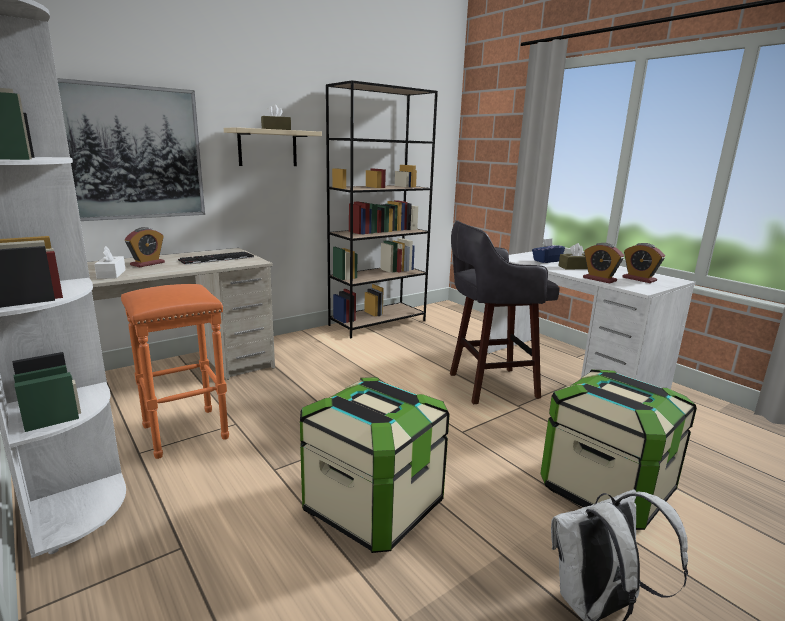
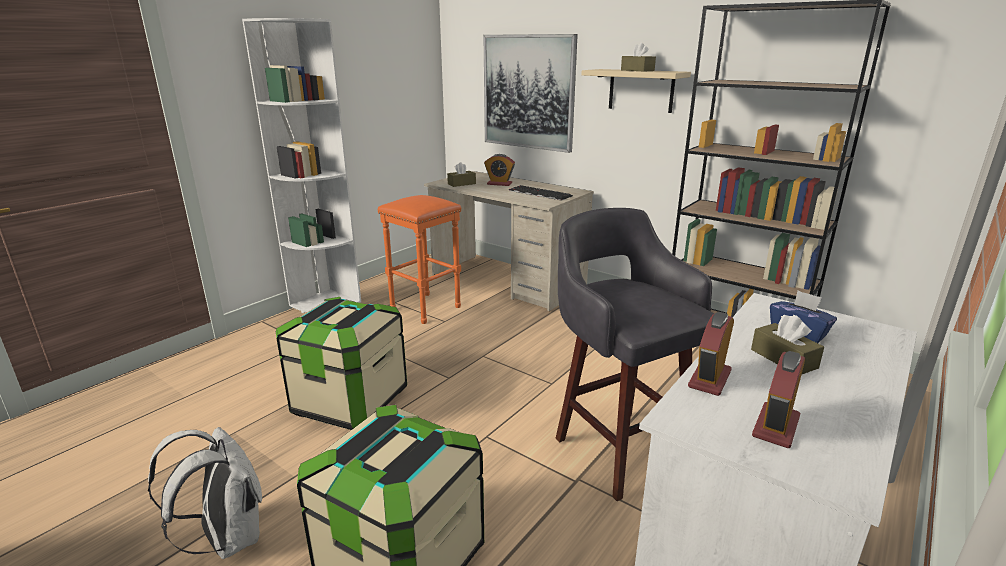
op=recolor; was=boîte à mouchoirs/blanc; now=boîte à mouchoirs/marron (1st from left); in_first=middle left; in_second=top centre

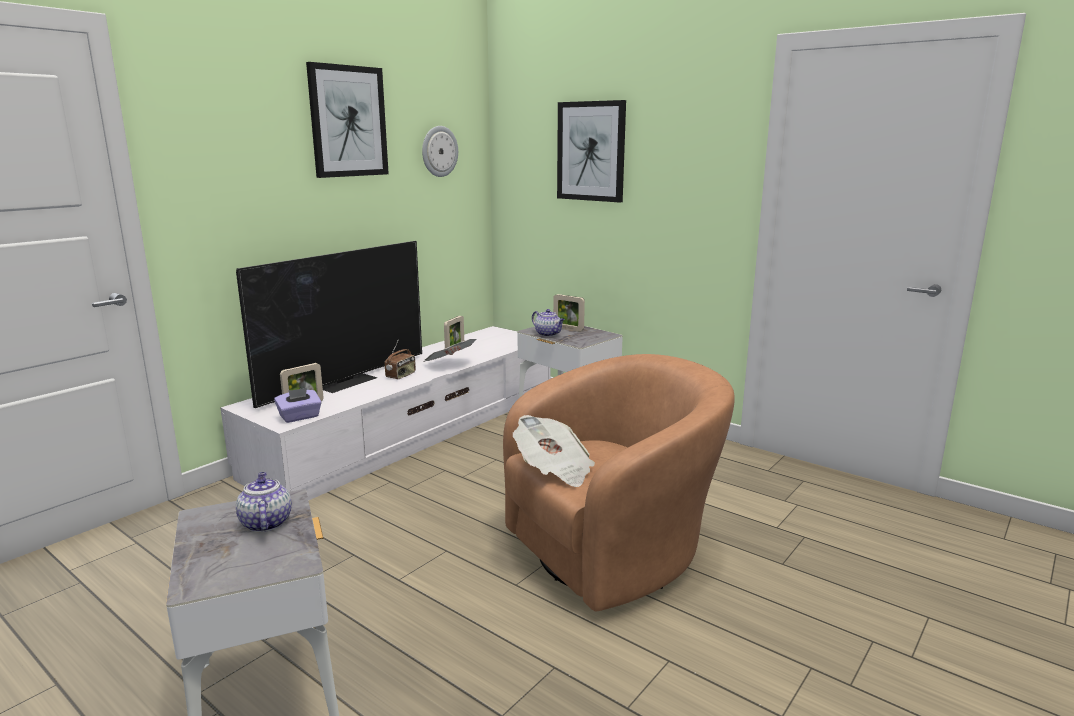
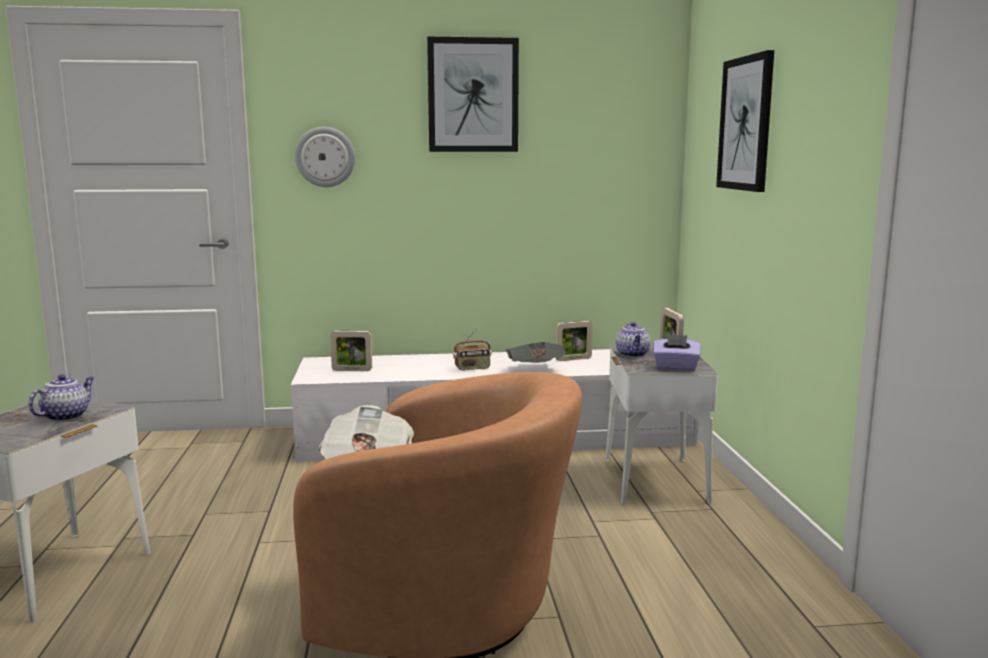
op=move; was=horloge murale; in_first=top centre; in_second=top left
op=move; was=boîte à mouchoirs/violet; in_first=middle left; in_second=middle right
op=delete; was=téléviseur; in_first=middle left

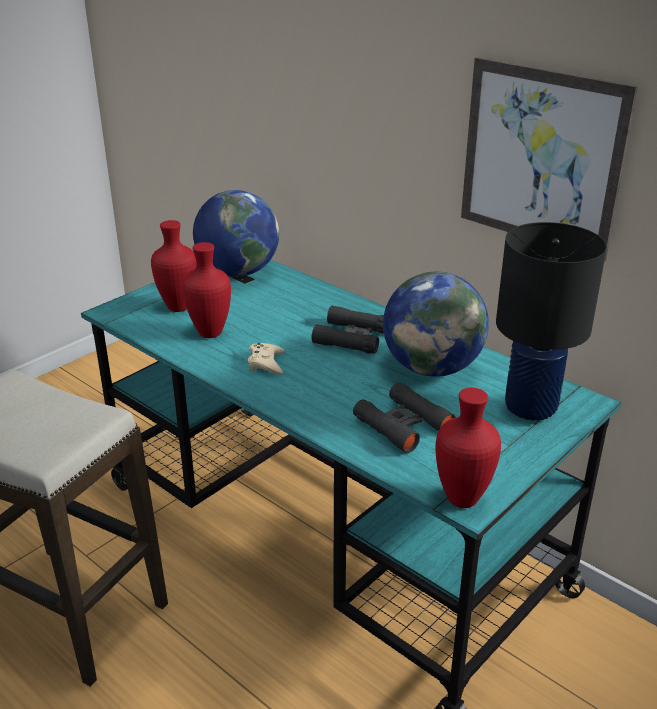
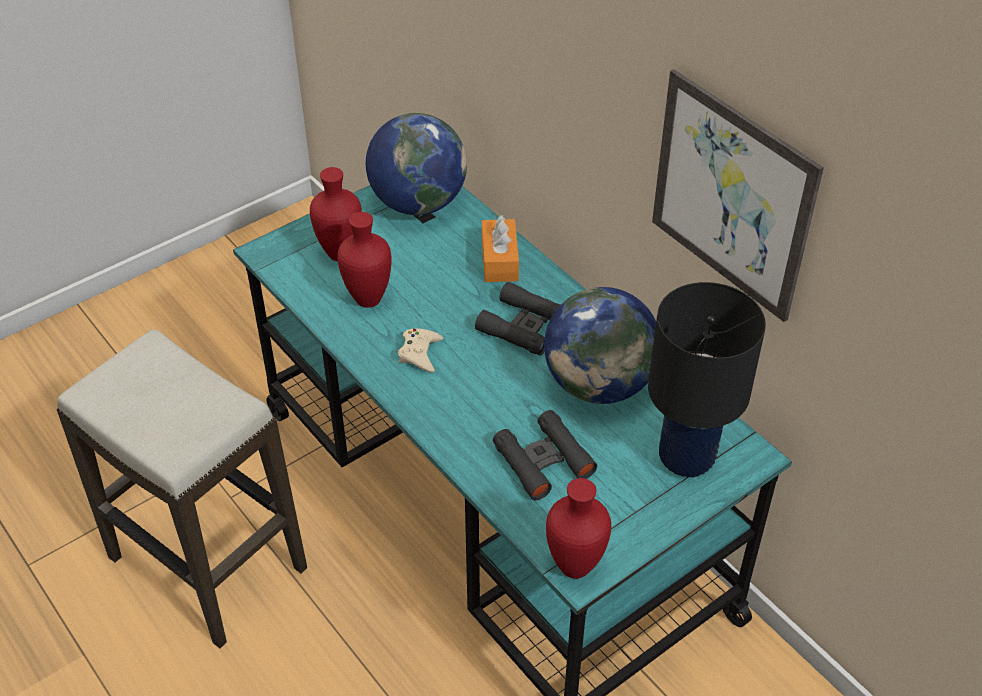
op=insert; now=boîte à mouchoirs/orange; in_second=centre

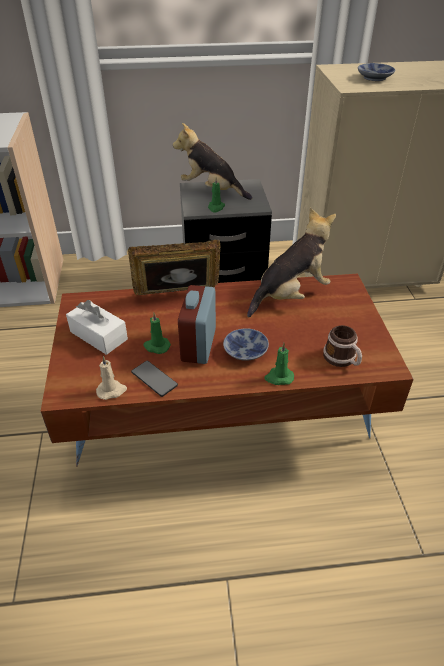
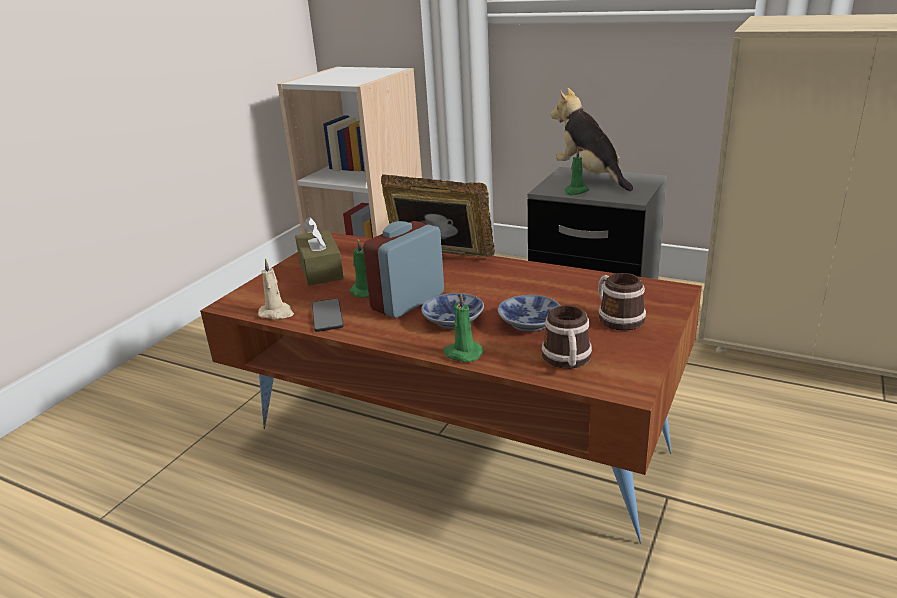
op=recolor; was=boîte à mouchoirs/blanc; now=boîte à mouchoirs/marron; in_first=middle left; in_second=centre
op=move; was=bol (2nd from left); in_first=top right; in_second=centre
op=insert; now=mug (2nd from left); in_second=middle right
op=delete; was=peluche (2nd from left); in_first=centre

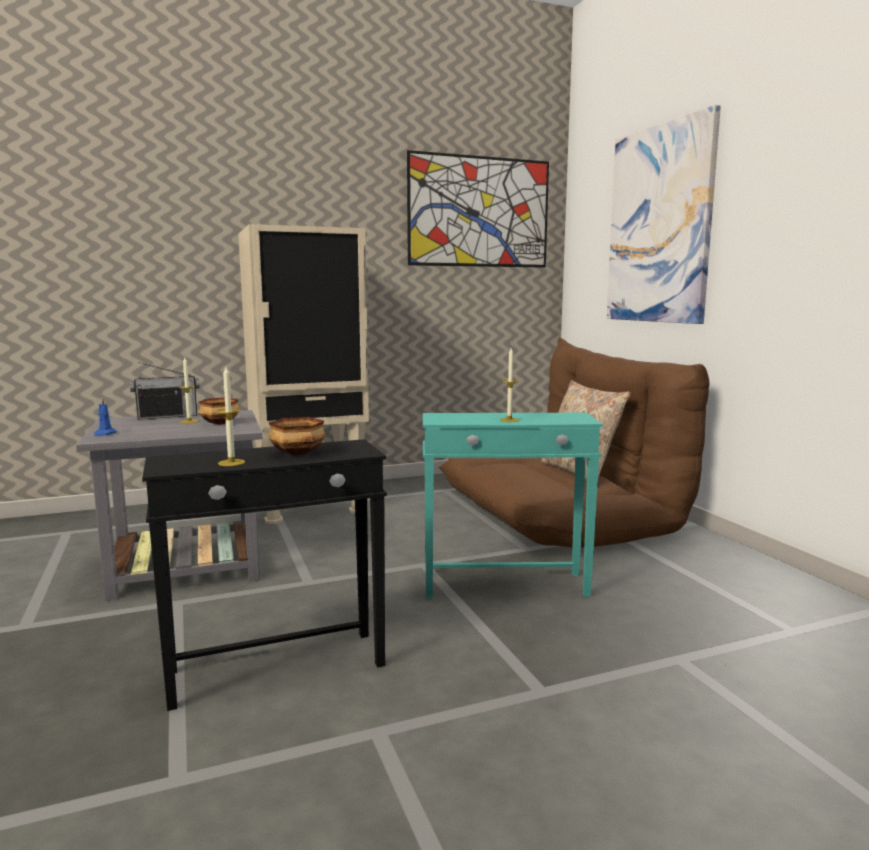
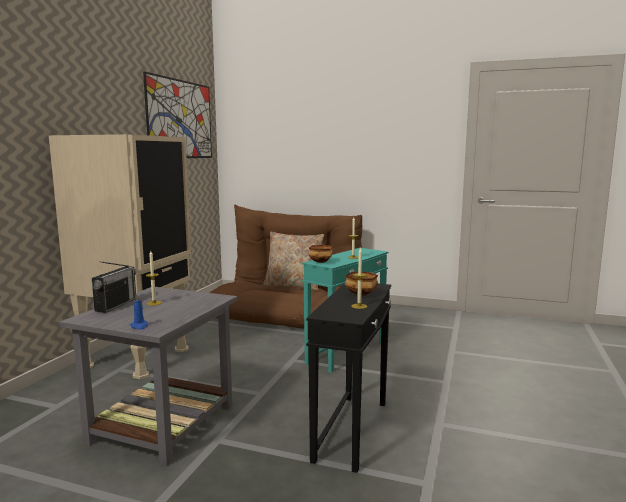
op=move; was=bol (1st from left); in_first=middle left; in_second=centre
op=delete; was=tableau (2nd from left); in_first=top right

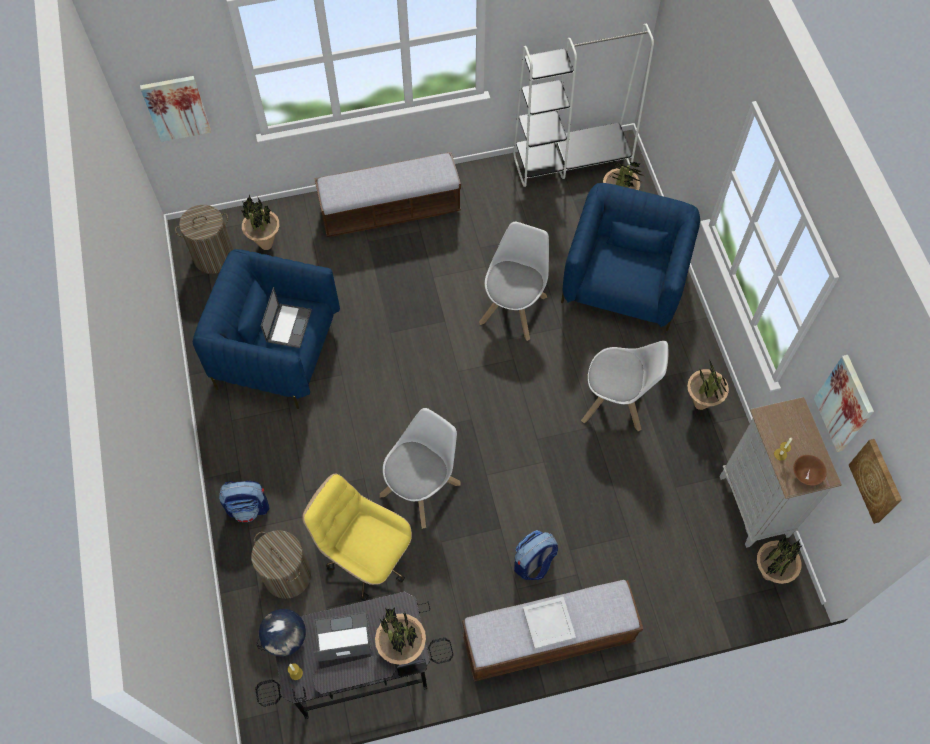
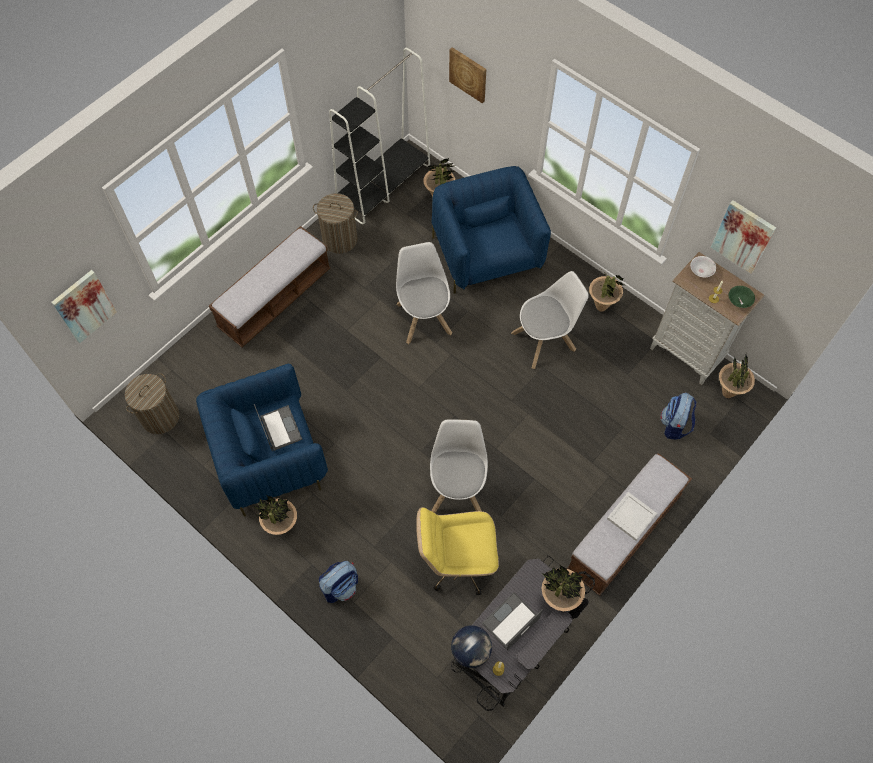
op=move; was=plante en pot (1st from left); in_first=top left; in_second=bottom left
op=move; was=panier à linge (2nd from left); in_first=bottom left; in_second=top centre
op=move; was=tableau (3rd from left in the first image); now=tableau (2nd from left); in_first=middle right; in_second=top centre
op=move; was=sac à dos (2nd from left); in_first=bottom centre; in_second=middle right
op=insert; now=bol/blanc; in_second=middle right
op=recolor; was=bol/marron; now=bol/vert; in_first=middle right; in_second=middle right

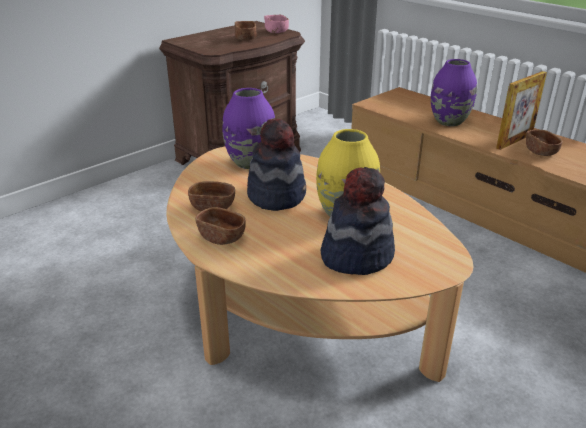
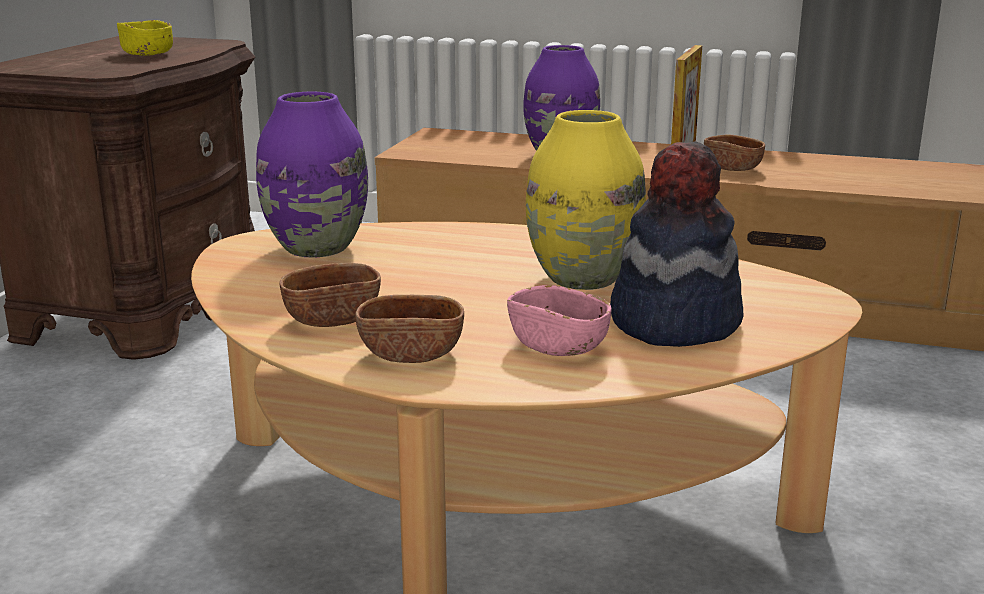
op=recolor; was=bol/marron (3rd from left); now=bol/jaune; in_first=top centre; in_second=top left
op=move; was=bol/rose; in_first=top centre; in_second=centre
op=delete; was=chapeau (1st from left); in_first=centre

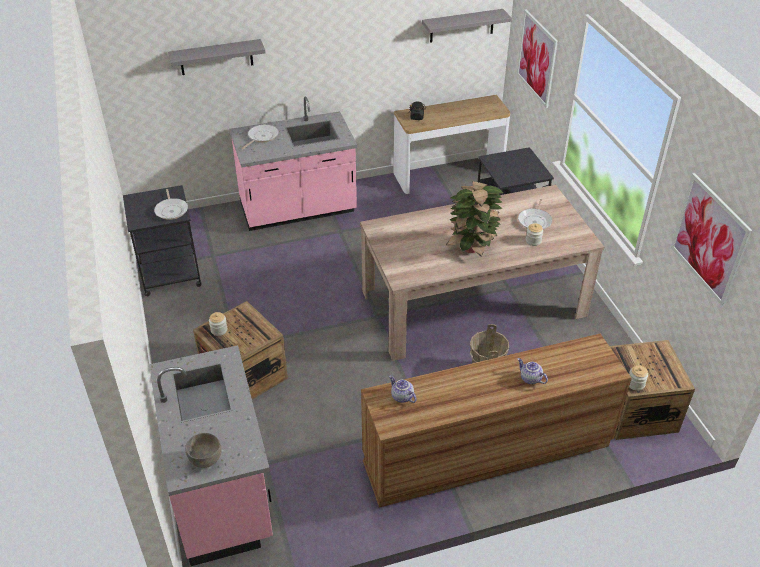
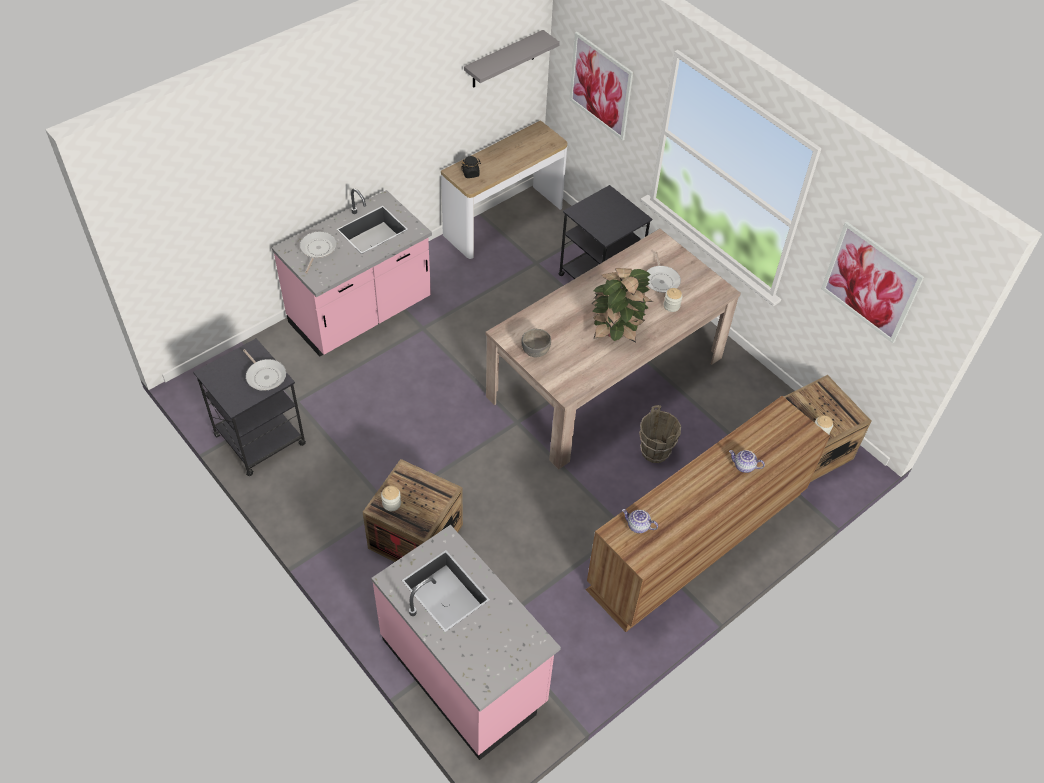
op=move; was=bol/gris; in_first=bottom left; in_second=centre
op=delete; was=étagère/gris (1st from left); in_first=top left

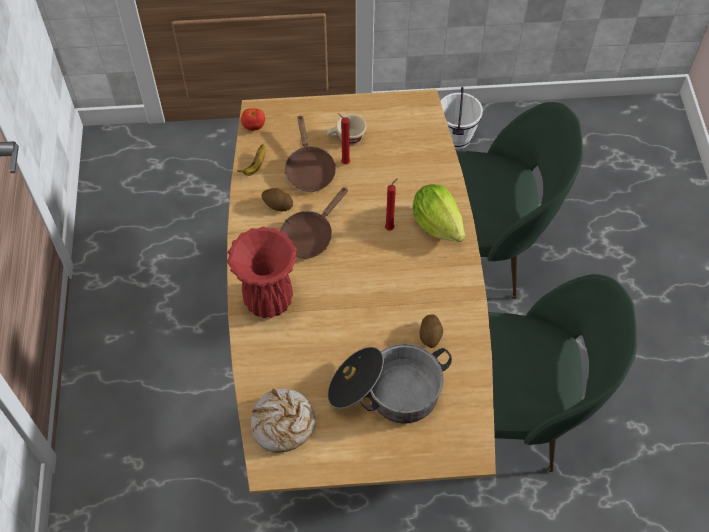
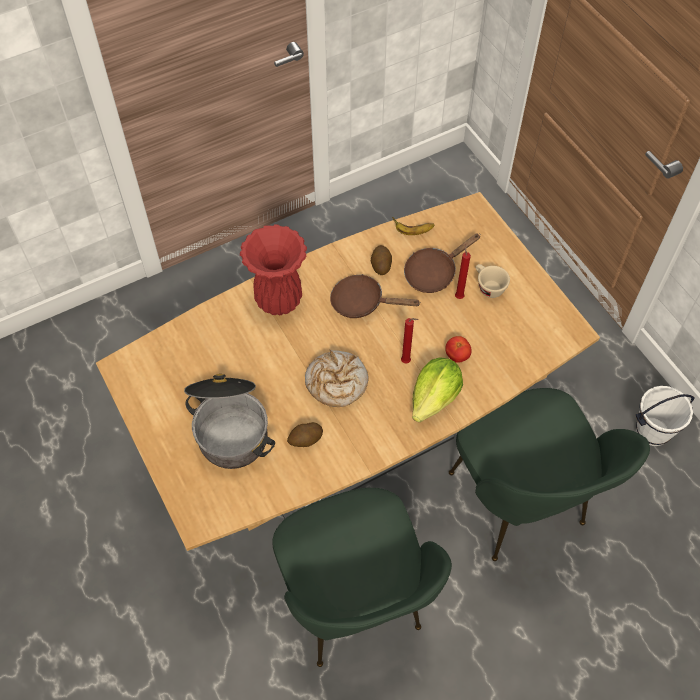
op=move; was=pain; in_first=bottom centre; in_second=centre
op=move; was=tomate; in_first=top centre; in_second=centre

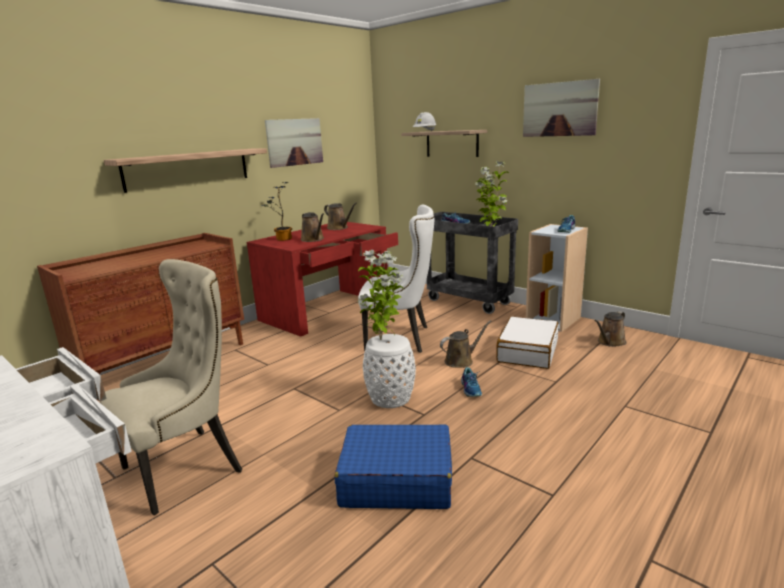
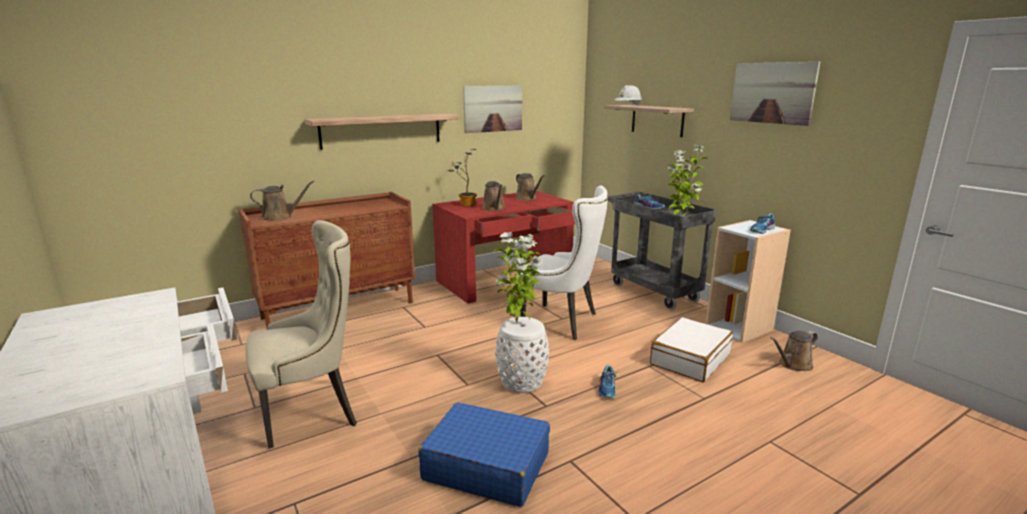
op=move; was=arrosoir/marron (3rd from left in the first image); now=arrosoir/marron (1st from left); in_first=centre; in_second=middle left

